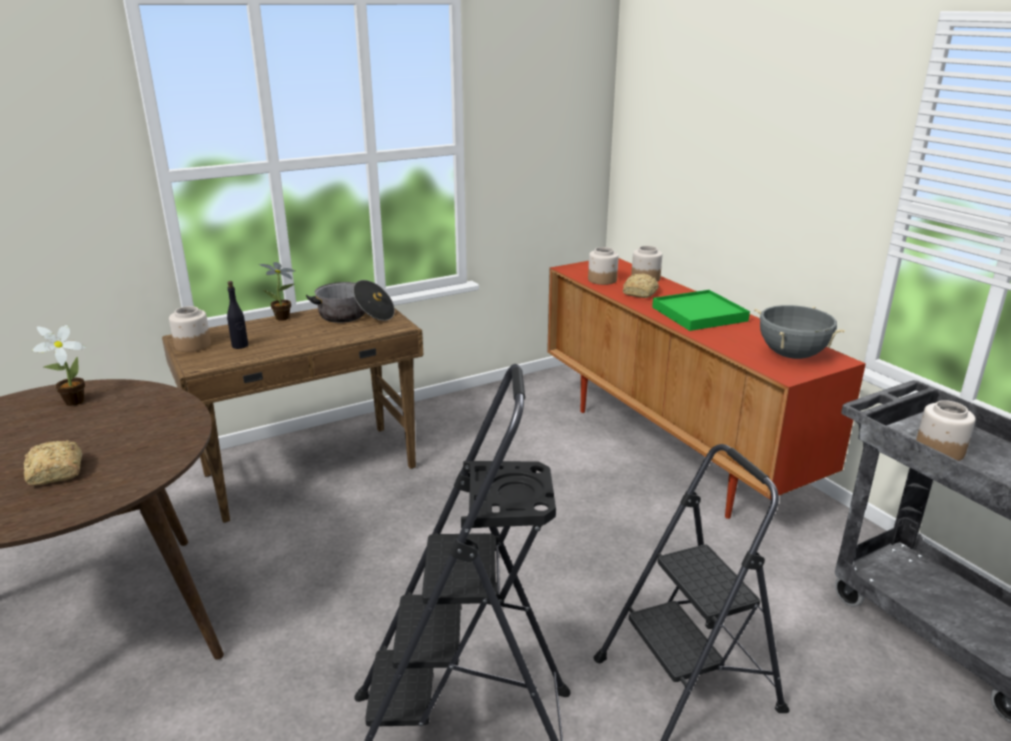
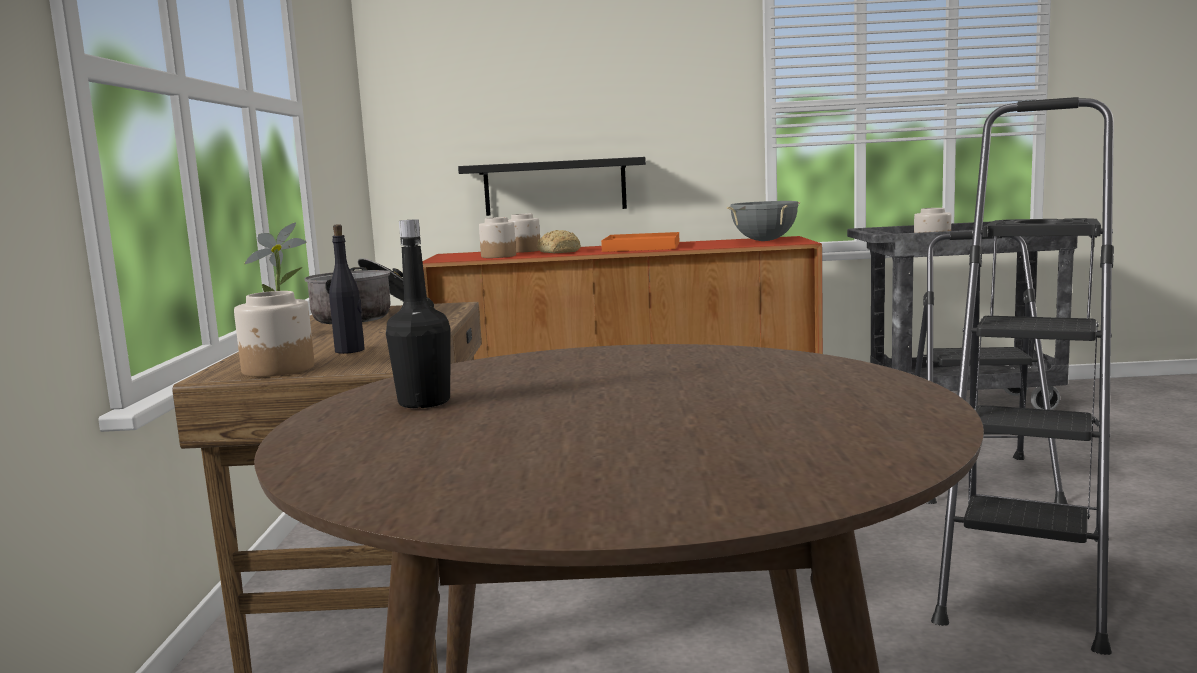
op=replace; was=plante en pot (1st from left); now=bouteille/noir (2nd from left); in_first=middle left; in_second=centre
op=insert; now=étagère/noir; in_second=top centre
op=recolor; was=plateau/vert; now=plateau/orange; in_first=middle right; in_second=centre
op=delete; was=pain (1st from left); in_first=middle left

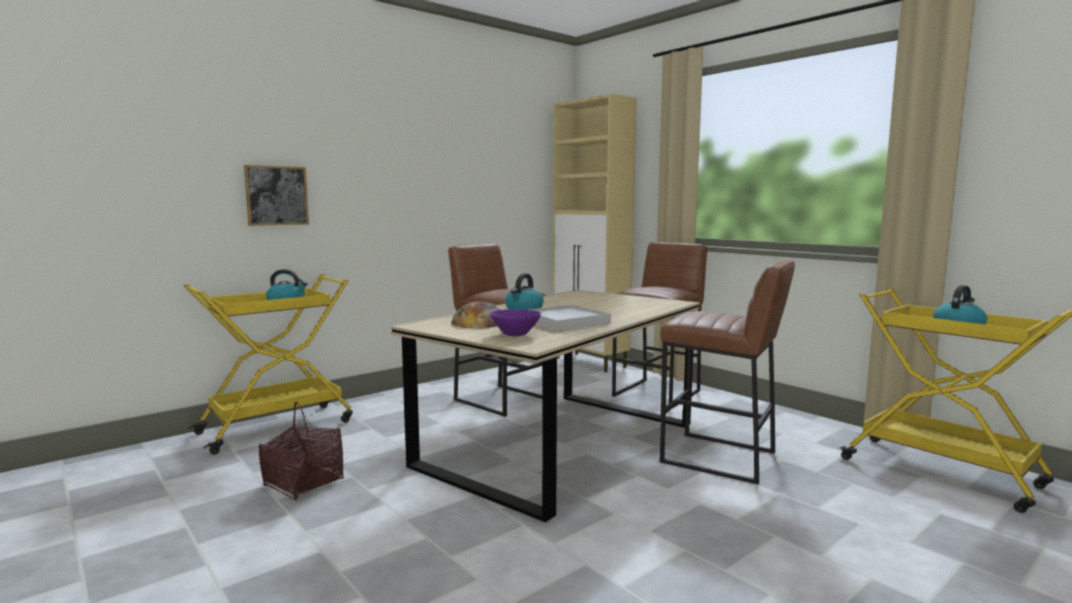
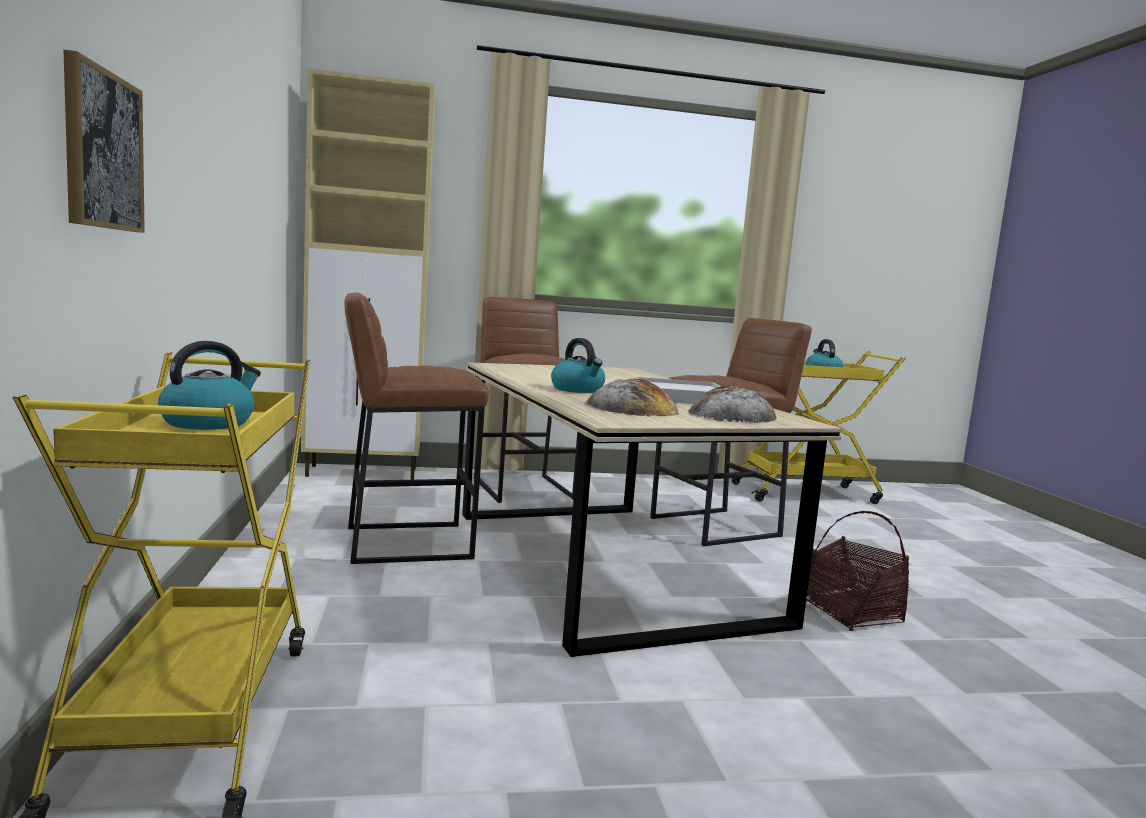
op=replace; was=bol/violet; now=pain (2nd from left); in_first=centre; in_second=centre
op=move; was=panier; in_first=bottom left; in_second=bottom right

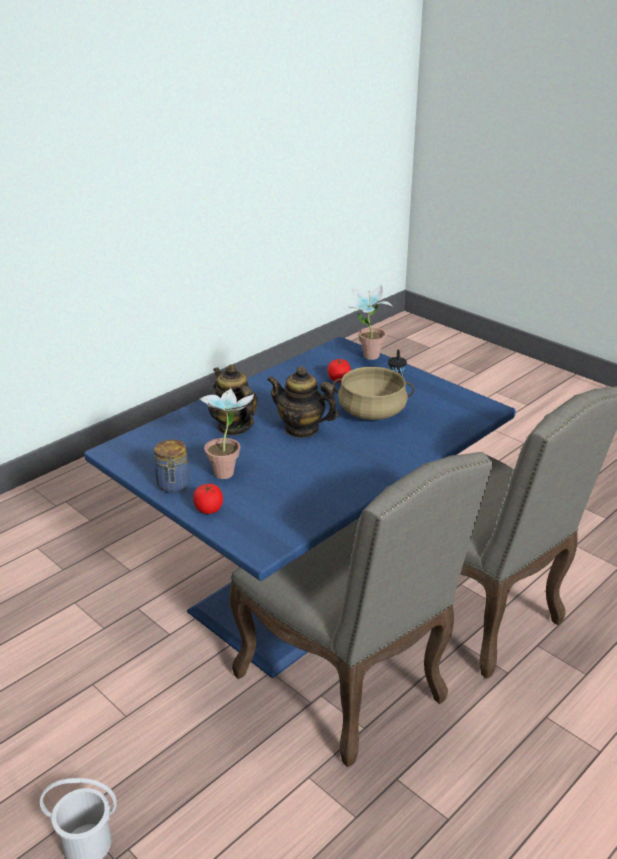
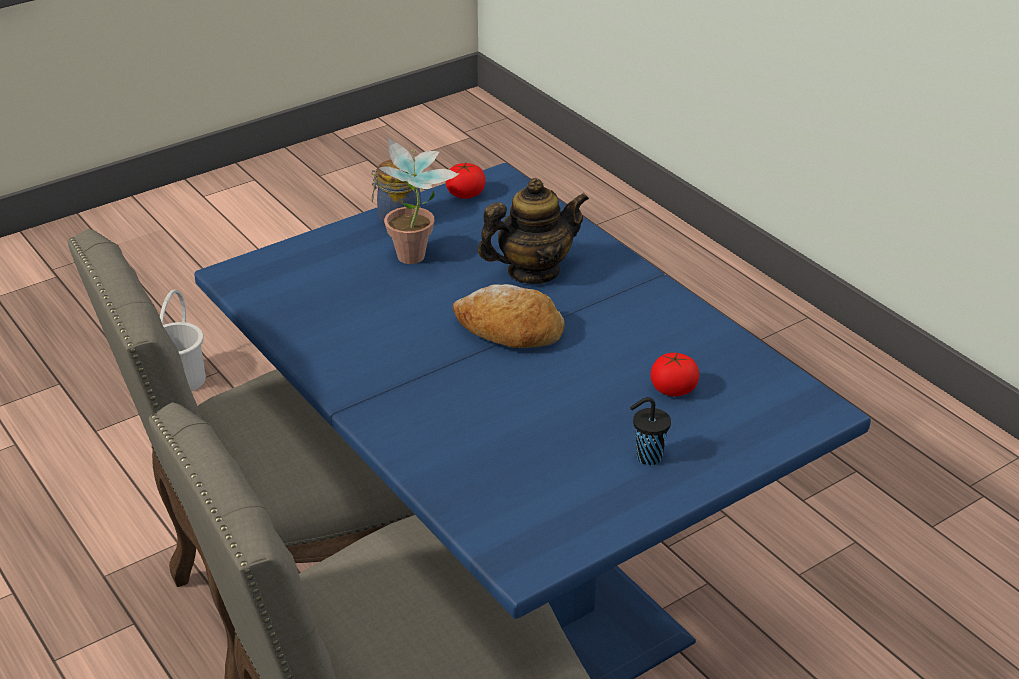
op=move; was=tomate (1st from left); in_first=centre; in_second=top centre
op=replace; was=théière (2nd from left); now=pain; in_first=centre; in_second=centre
op=delete; was=marmite/beige; in_first=centre
op=delete; was=plante en pot (2nd from left); in_first=centre

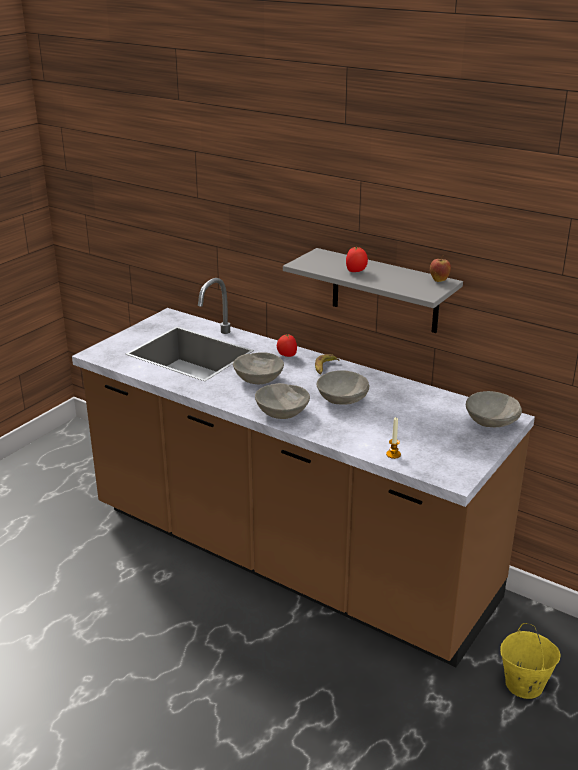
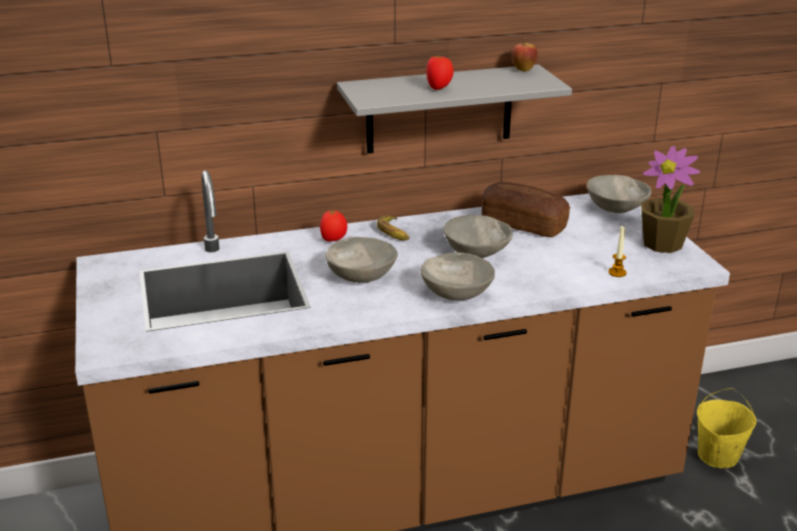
op=insert; now=pain; in_second=centre
op=insert; now=plante en pot; in_second=middle right

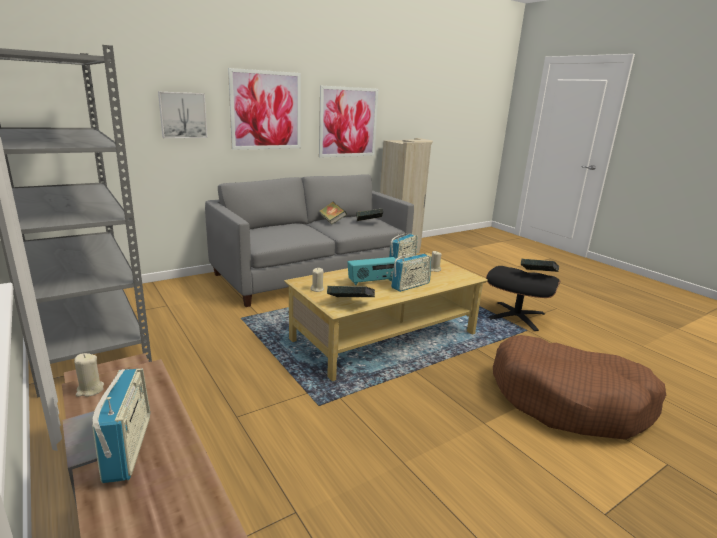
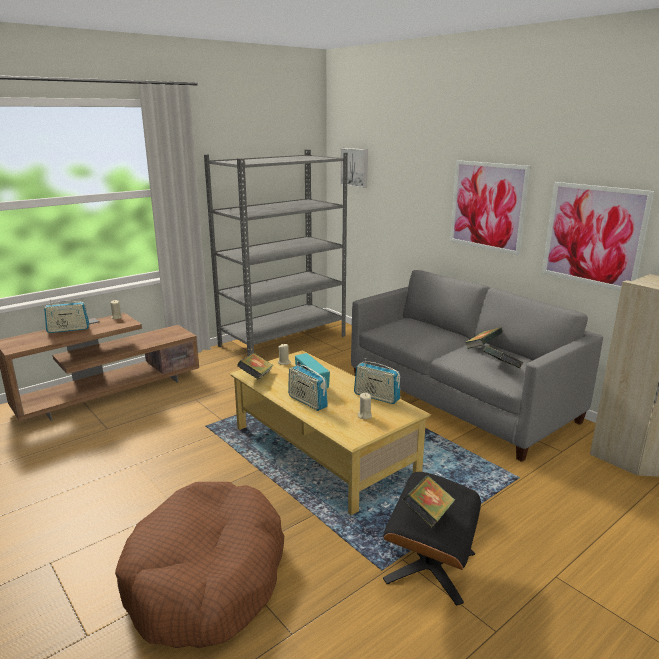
op=move; was=tableau (1st from left); in_first=top left; in_second=top centre

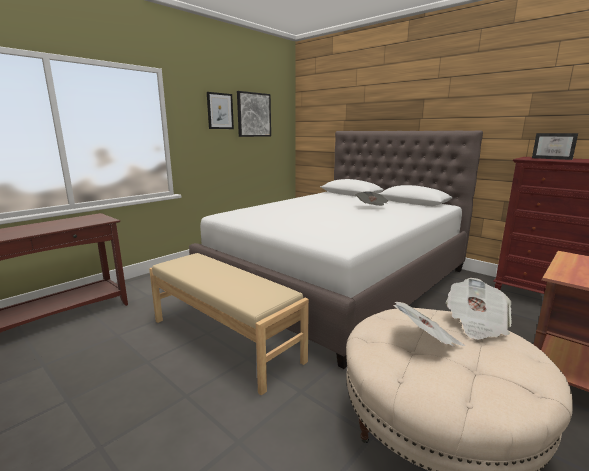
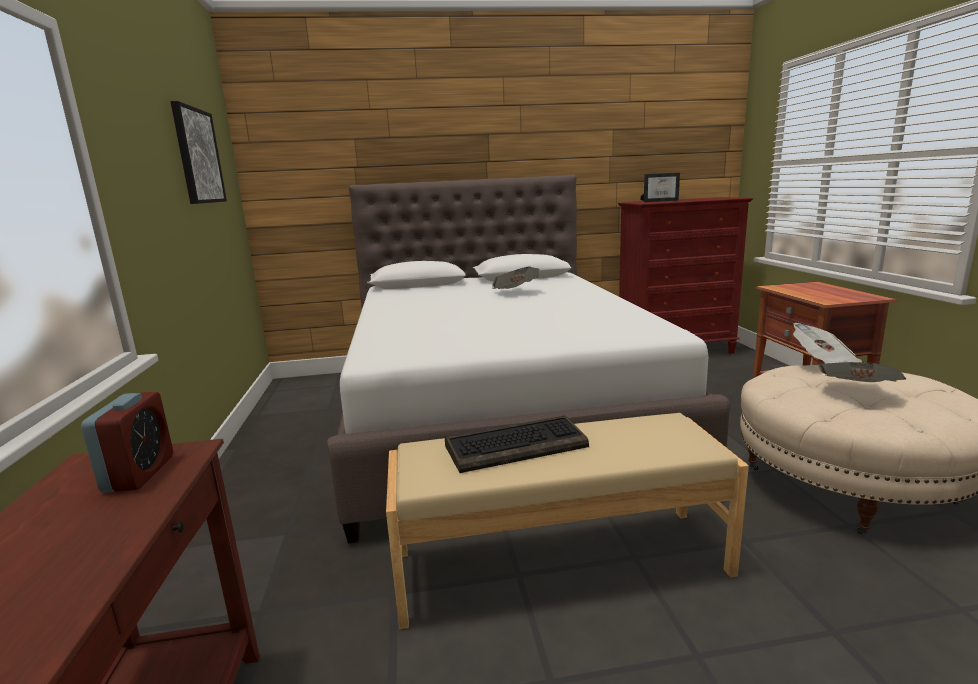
op=insert; now=réveil; in_second=middle left
op=insert; now=clavier; in_second=centre
op=delete; was=tableau (1st from left); in_first=top centre

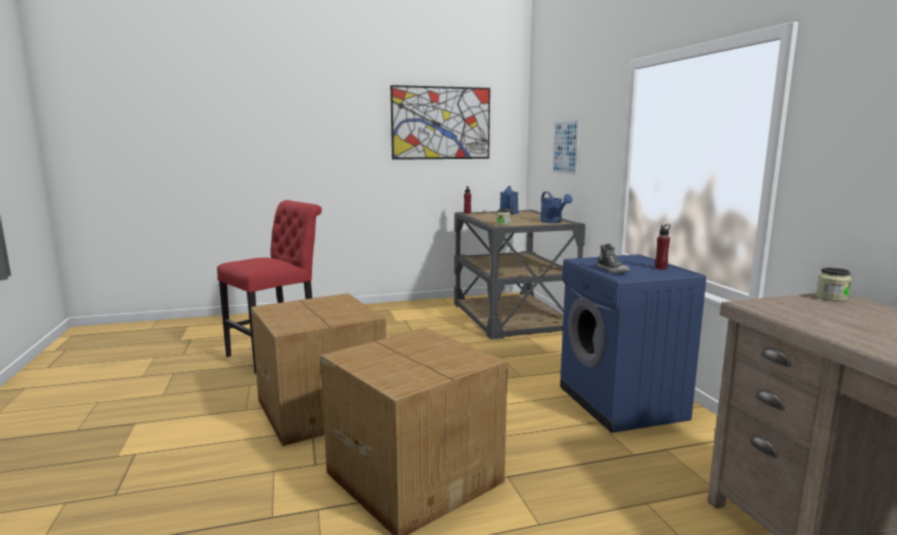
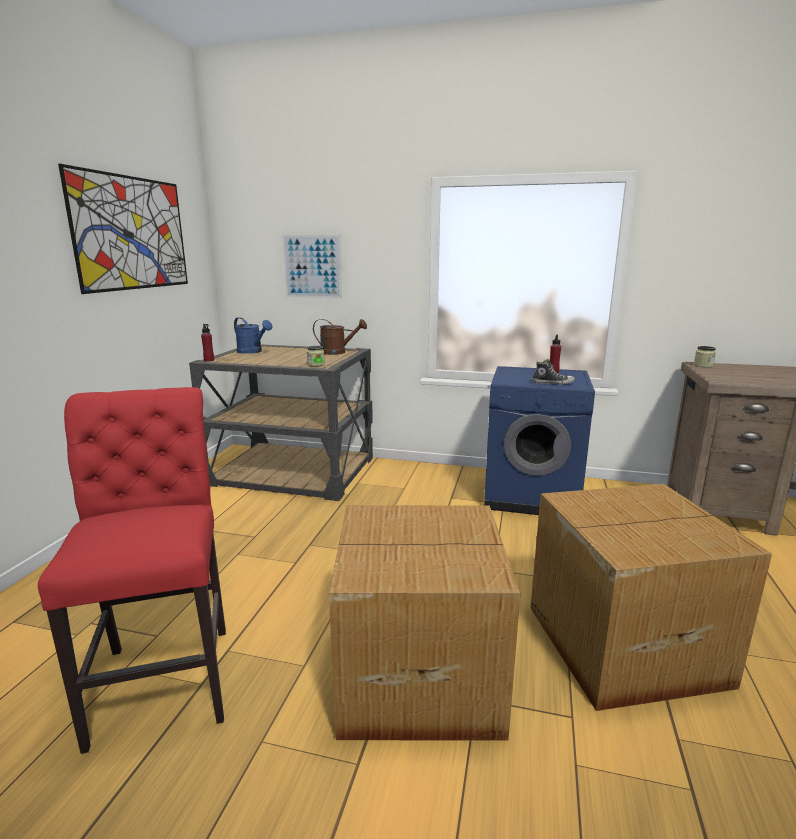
op=recolor; was=arrosoir/bleu (2nd from left); now=arrosoir/marron; in_first=centre; in_second=centre

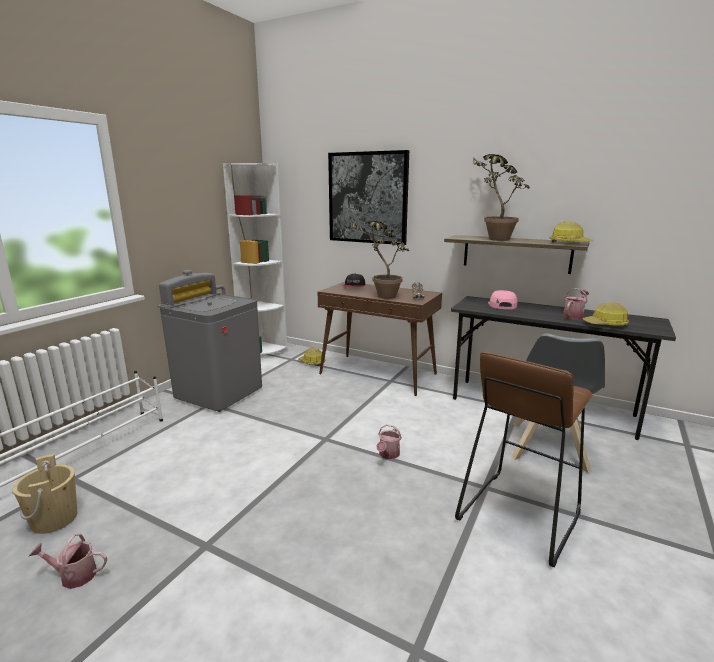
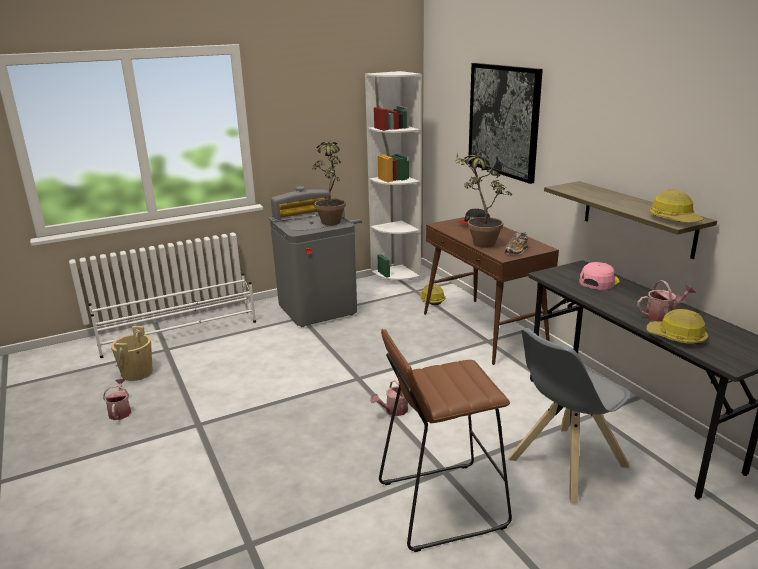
op=rotate; was=arrosoir (1st from left); in_first=bottom left; in_second=bottom left; clockwise=45
op=move; was=plante en pot (2nd from left in the first image); now=plante en pot (1st from left); in_first=top right; in_second=top centre

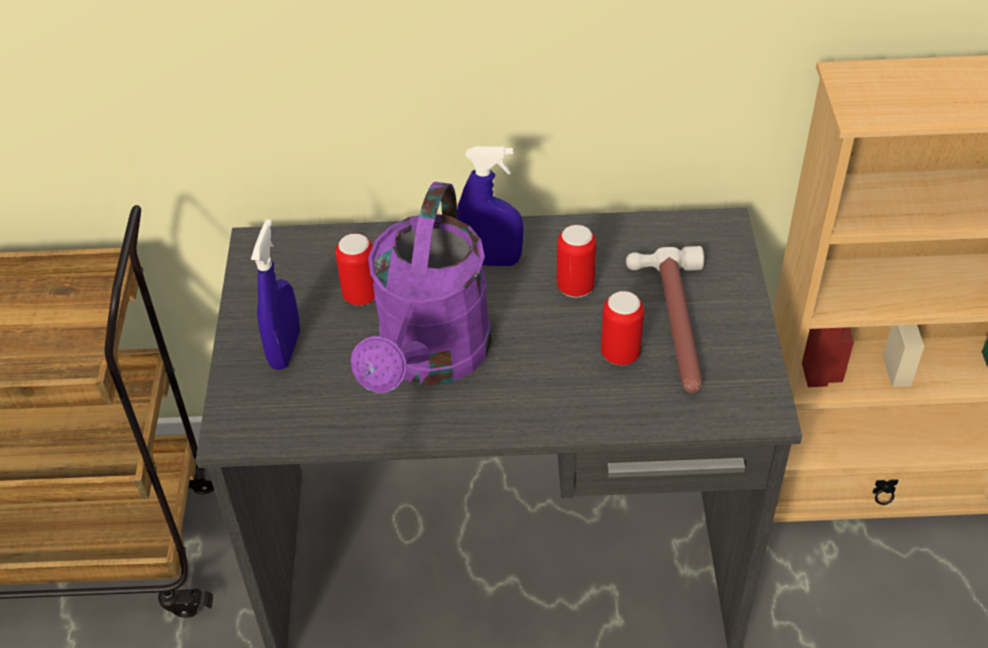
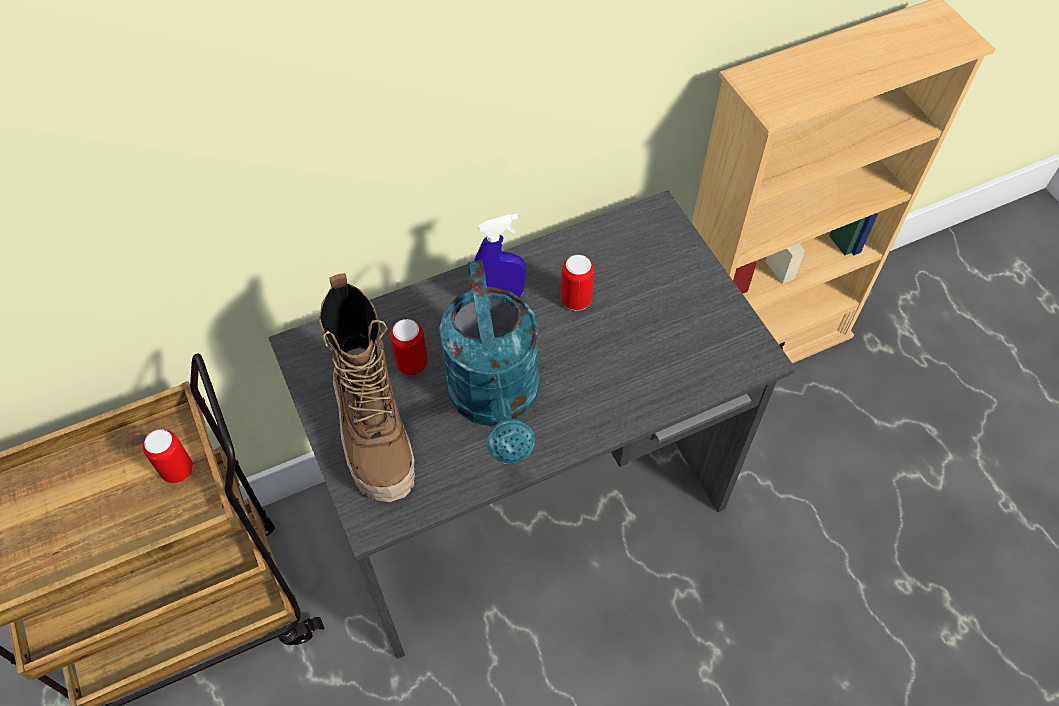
op=move; was=boîte métallique (3rd from left in the first image); now=boîte métallique (1st from left); in_first=centre; in_second=middle left
op=replace; was=vaporisateur/bleu (1st from left); now=botte; in_first=middle left; in_second=centre
op=recolor; was=arrosoir/violet; now=arrosoir/turquoise; in_first=centre; in_second=centre
op=delete; was=marteau; in_first=middle right

